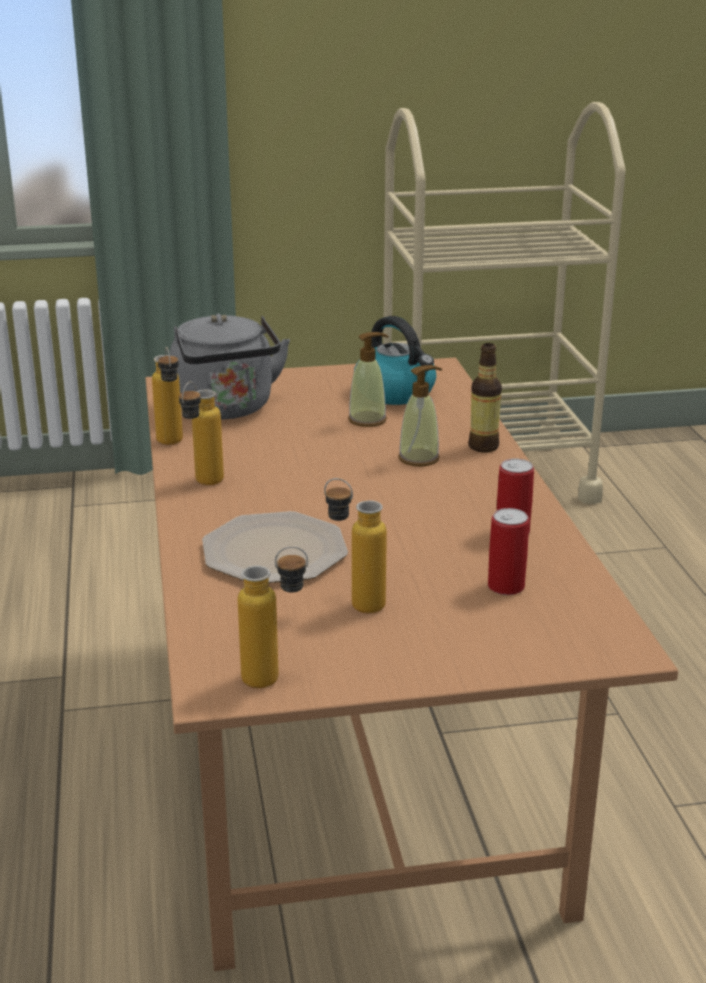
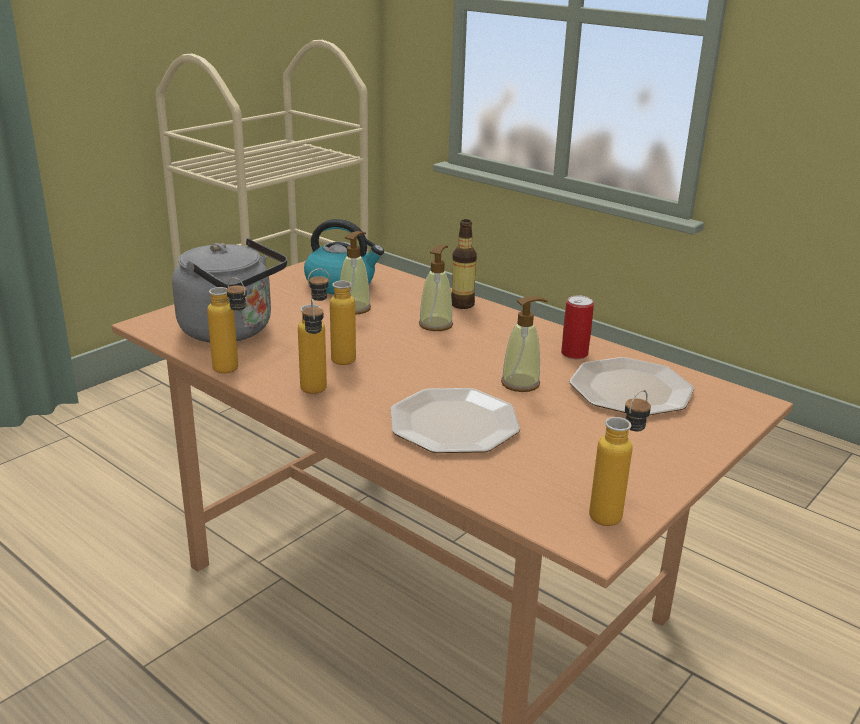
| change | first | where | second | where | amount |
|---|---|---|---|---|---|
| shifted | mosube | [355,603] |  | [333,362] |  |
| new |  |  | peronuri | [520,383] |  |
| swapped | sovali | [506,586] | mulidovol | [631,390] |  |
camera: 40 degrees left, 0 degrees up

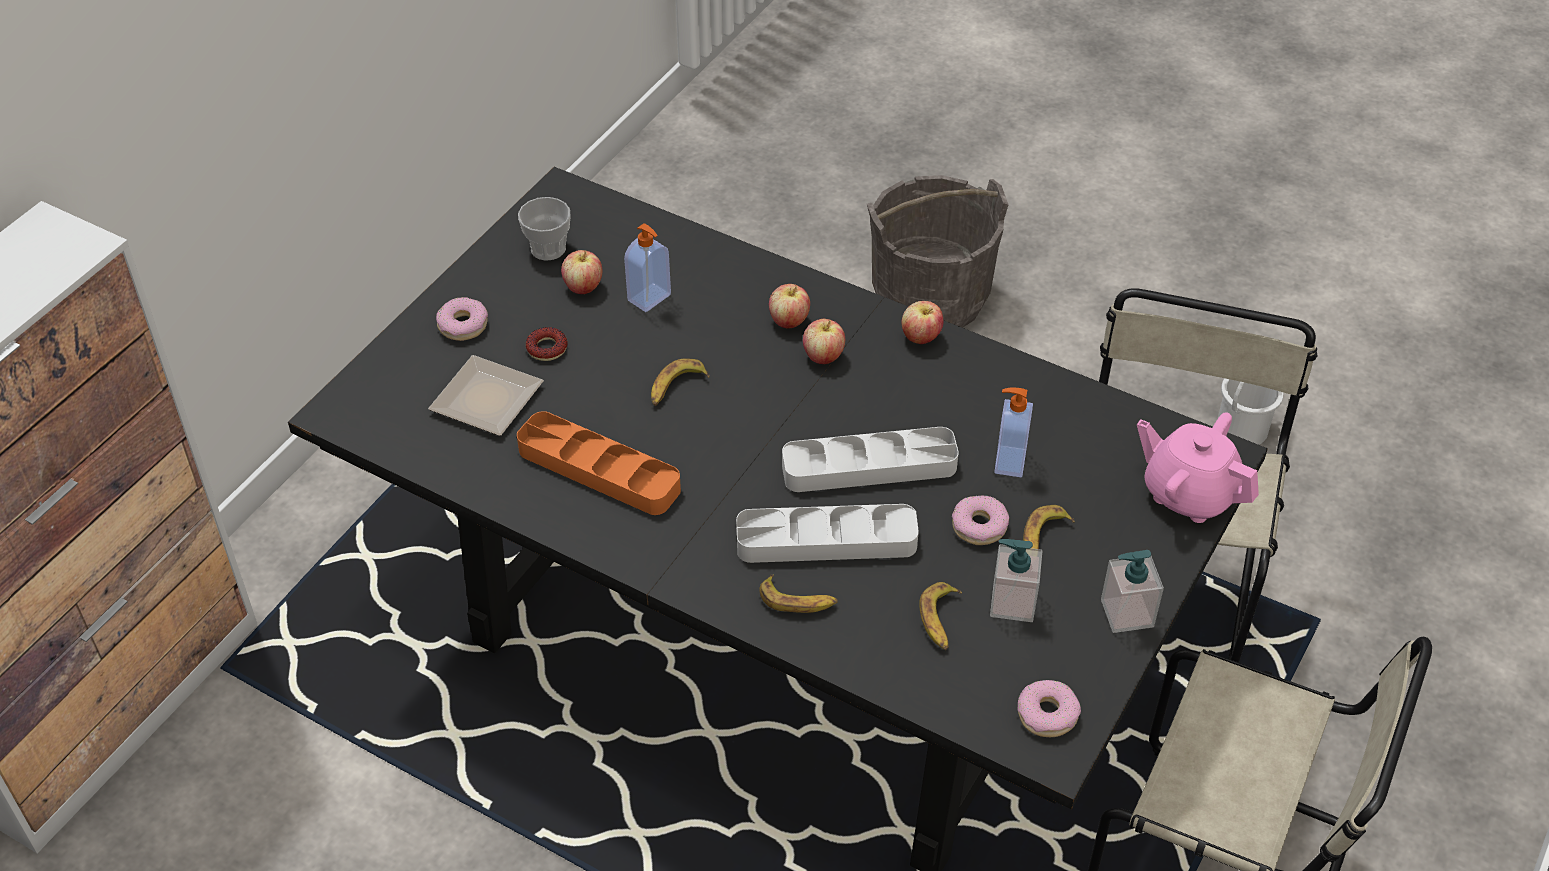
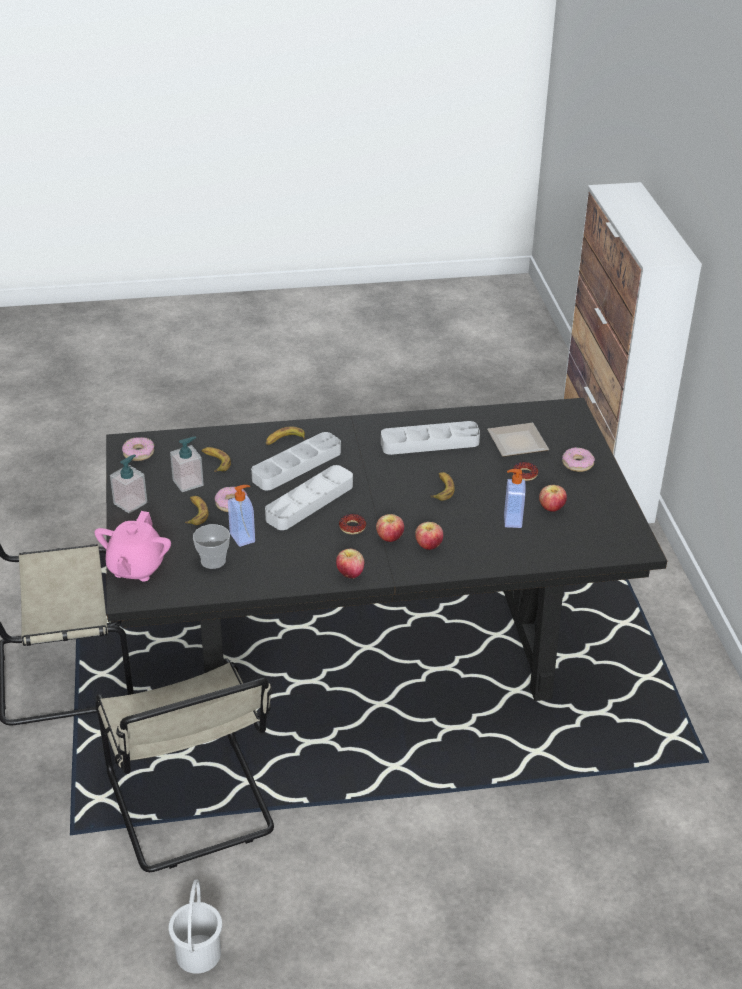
| change | first | where | second | where | amount |
|---|---|---|---|---|---|
| rotated | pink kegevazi | [1188,494] |  | [136,568] | 105 degrees clockwise |
| shifted | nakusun | [548,248] |  | [213,561] |  |
| new |  |  | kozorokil | [352,527] |  |
| repainted | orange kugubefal | [599,470] | grey kugubefal | [430,443] |  |
| gone | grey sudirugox | [930,297] |  |  |  |
camera: 140 degrees right, 10 degrees down

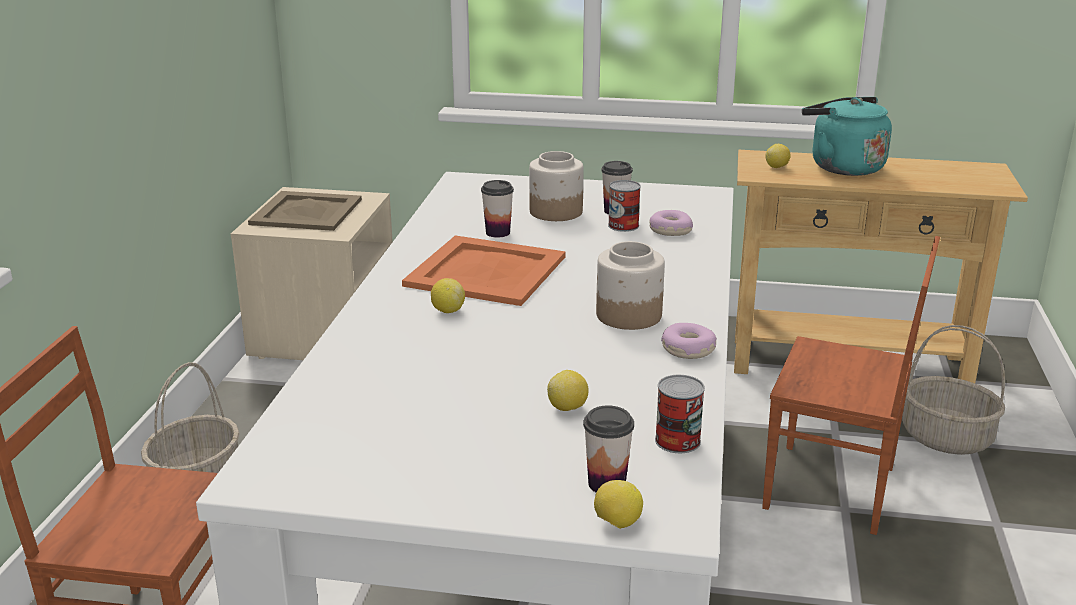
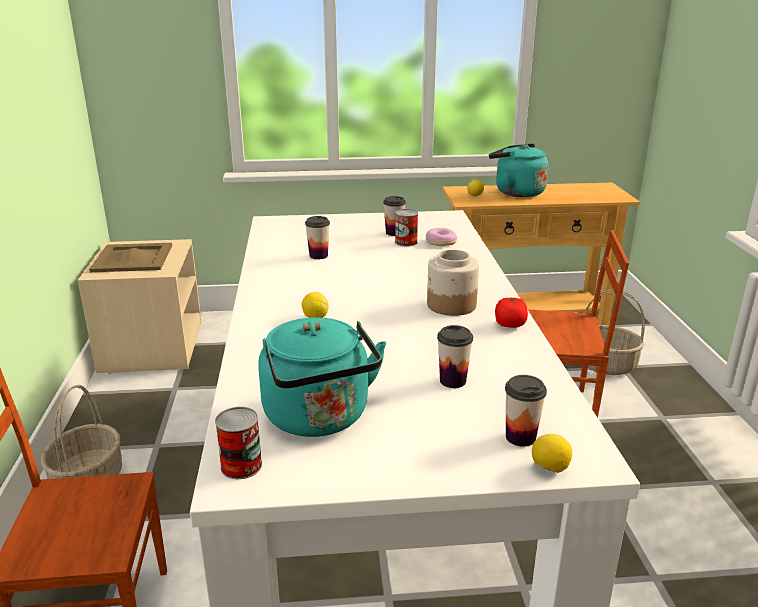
| change | first | where | second | where | amount |
|---|---|---|---|---|---|
| shifted | sovali | [677,441] |  | [241,466] |  |
| new |  |  | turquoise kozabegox | [320,418] |  |
| swapped | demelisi | [568,408] | nakusun | [452,381] |  |
| swapped | kozorokil | [688,350] | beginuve | [509,325] |  |
| gone | orange kugubefal | [484,271] |  |  |  |
| gone | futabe | [555,212] |  |  |  |
camera: 15 degrees left, 0 degrees up

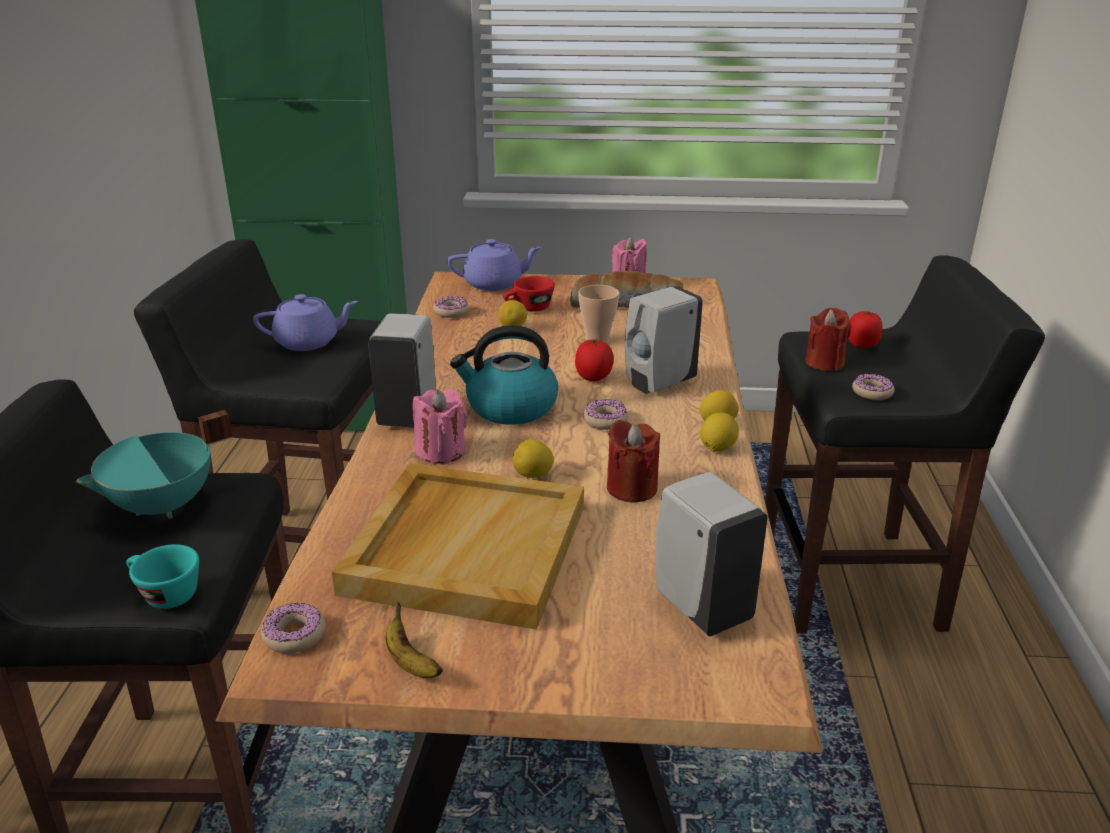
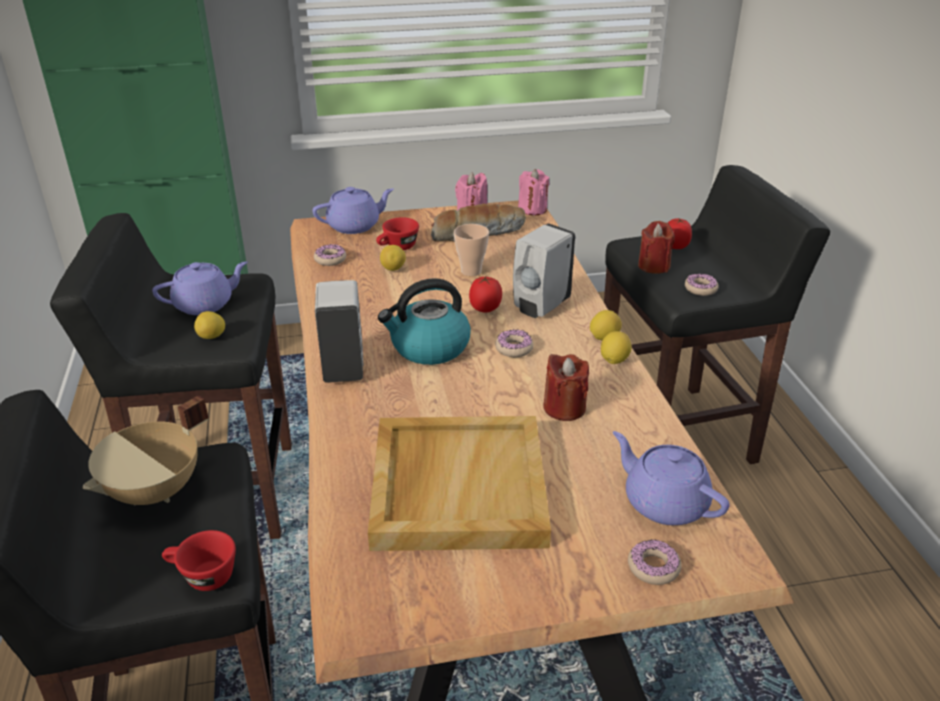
| change | first | where | second | where | amount |
|---|---|---|---|---|---|
| repainted | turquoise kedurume | [164,507] | beige kedurume | [156,492] |  |
| repainted | turquoise nakusun | [164,594] | red nakusun | [202,576] |  |
| shifted | demelisi | [533,475] |  | [212,337] |  |
| shifted | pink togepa | [441,451] |  | [532,209] |  |
| swapped | white peronuri | [700,605] | purple kegevazi | [663,502] |  |
| shifted | kozorokil | [294,635] |  | [653,567] |  |
| gone | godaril | [410,663] |  |  |  |
camera: 15 degrees left, 5 degrees up

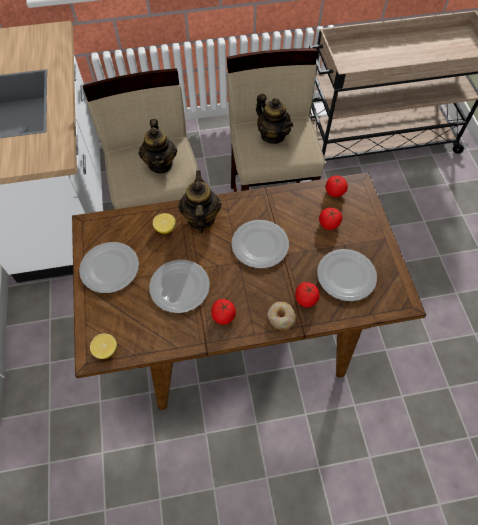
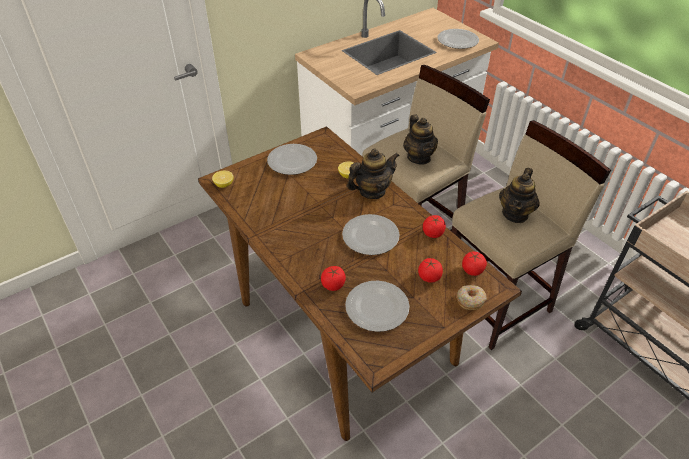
| change | first | where | second | where | amount |
|---|---|---|---|---|---|
| rotated | kegevazi | [160,164] |  | [419,157] | 75 degrees counterclockwise |
| shifted | beginuve | [223,316] |  | [433,233] |  |
| shifted | mulidovol | [180,287] |  | [457,41] |  |
| shifted | kozorokil | [280,318] |  | [470,300] |  |
camera: 65 degrees right, 15 degrees down

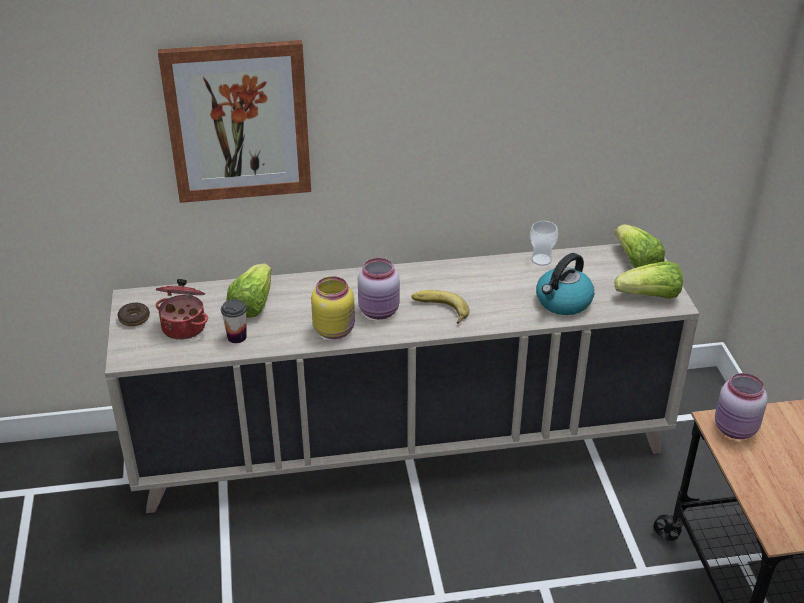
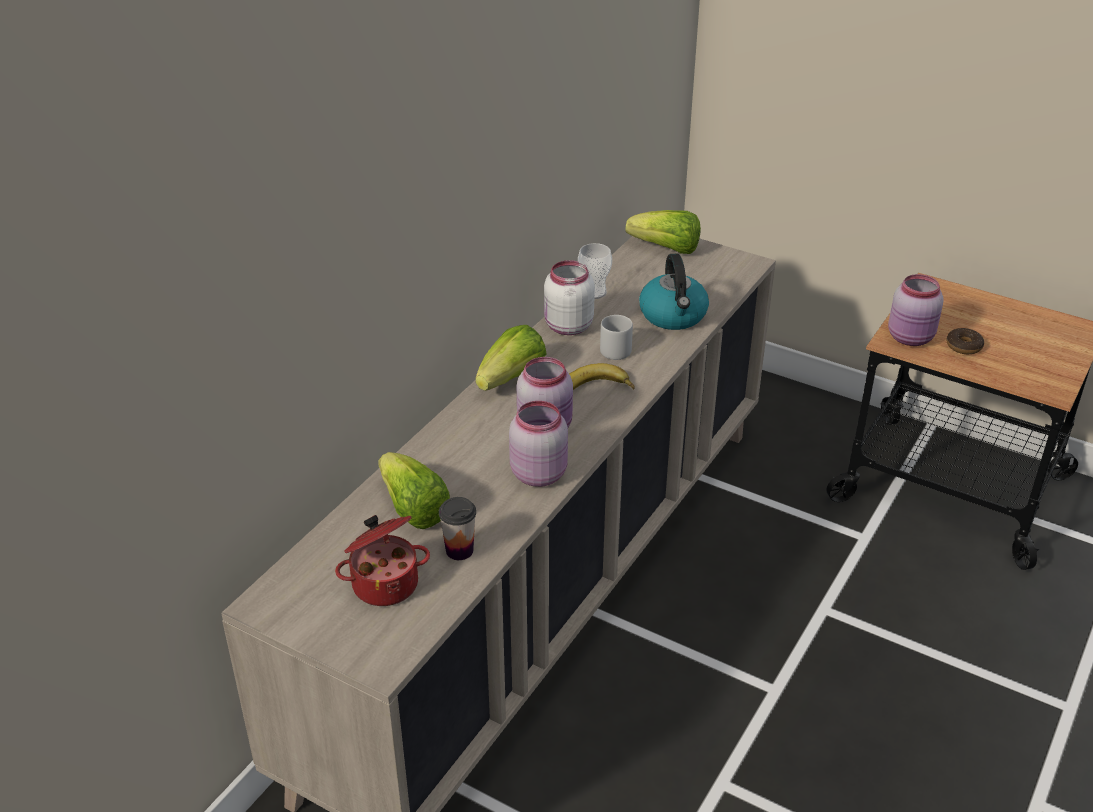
| change | first | where | second | where | amount |
|---|---|---|---|---|---|
| shifted | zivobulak | [650,296] |  | [511,378] |  |
| repainted | yellow futabe | [335,330] | pink futabe | [538,473] |  |
| new |  |  | white futabe | [567,327] |  |
| new |  |  | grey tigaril | [615,349] |  |
| shifted | kozorokil | [134,318] |  | [963,346] |  |
| gone | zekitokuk | [238,121] |  |  |  |
camera: 50 degrees left, 0 degrees up

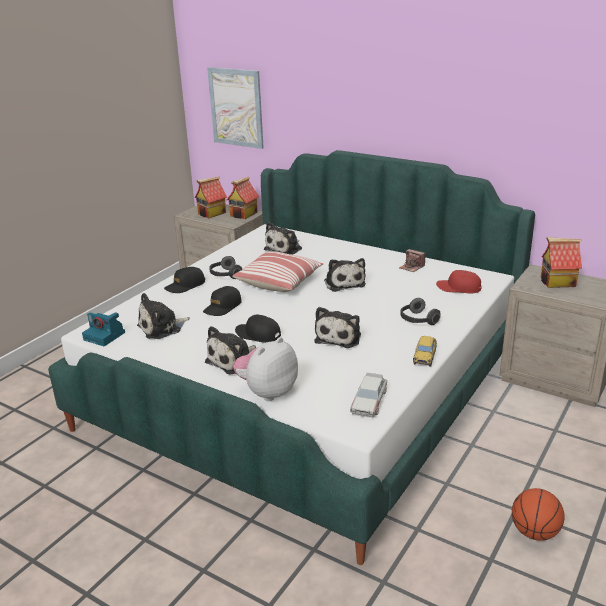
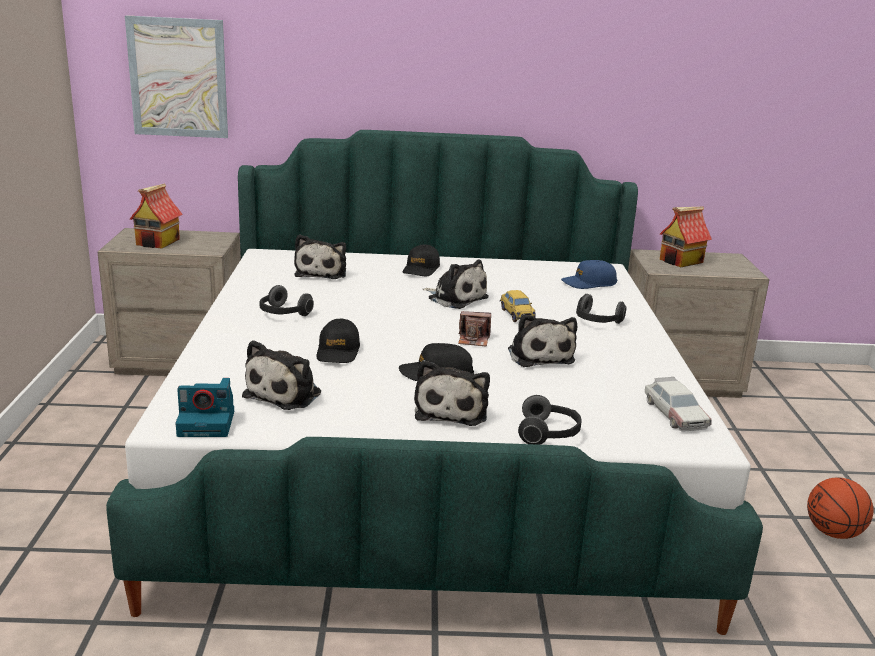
| change | first | where | second | where | amount |
|---|---|---|---|---|---|
| shifted | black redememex | [185,286] |  | [421,269] |  |
| shifted | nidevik | [411,267] |  | [474,340] |  |
| shifted | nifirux | [425,357] |  | [516,314] |  |
| swapped | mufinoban | [267,392] | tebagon | [549,434] |  |
| repainted | red redememex | [458,288] | blue redememex | [588,283] |  |
| gone | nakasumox | [244,214] |  |  |  |
| gone | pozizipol | [279,281] |  |  |  |
camera: 35 degrees left, 5 degrees down

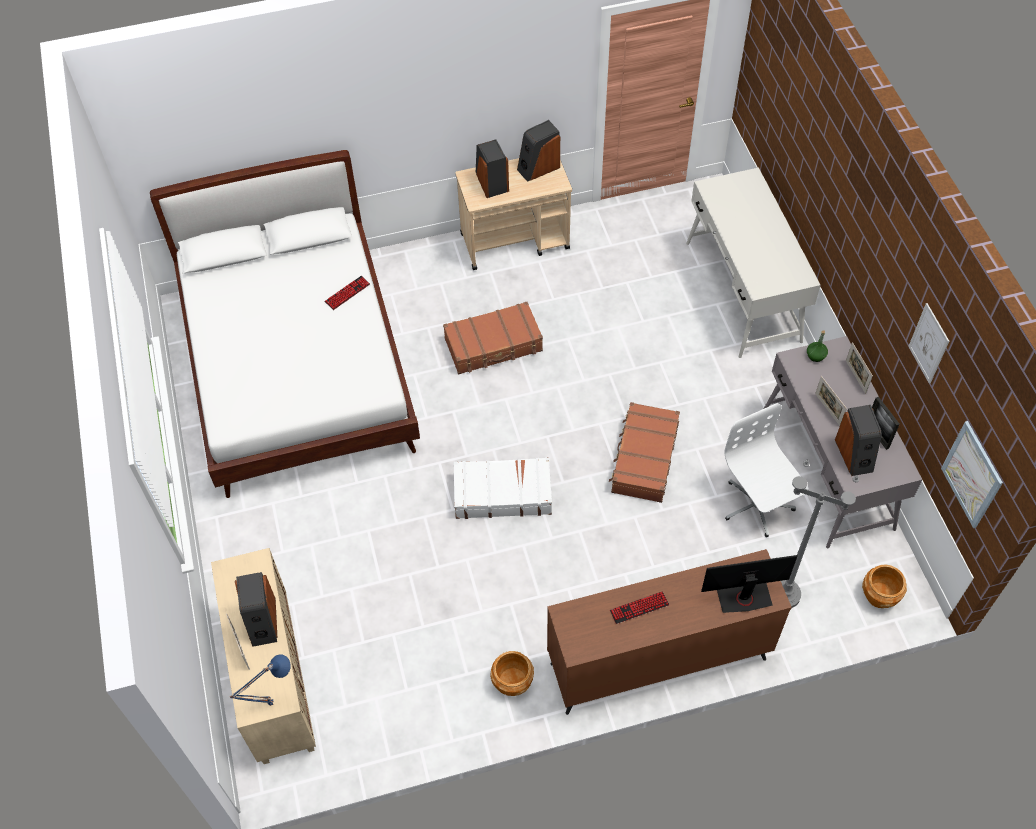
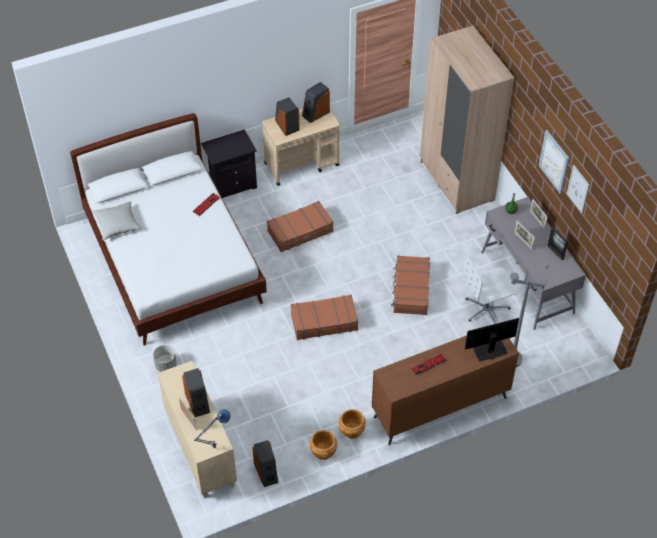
| change | first | where | second | where | amount |
|---|---|---|---|---|---|
| new |  |  | grey pozizipol | [117,224] |  |
| new |  |  | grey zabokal | [166,365] |  |
| new |  |  | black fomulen | [232,184] |  |
| shifted | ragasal | [854,455] |  | [266,472] |  |
| repainted | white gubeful | [502,493] | brown gubeful | [324,321] |  |
| shifted | brown zabokal | [879,596] |  | [323,452] |  |
| swapped | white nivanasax | [742,291] | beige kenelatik | [456,181] |  |
| rotated | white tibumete | [757,505] |  | [486,309] | 75 degrees counterclockwise |
| shifted | zekitokuk | [972,474] |  | [554,161] |  |
camera: 10 degrees left, 5 degrees down

